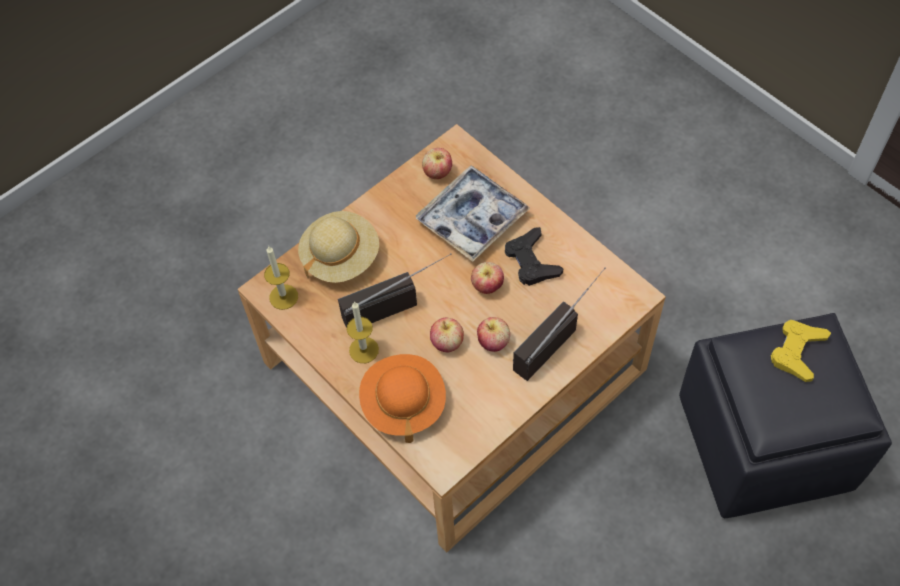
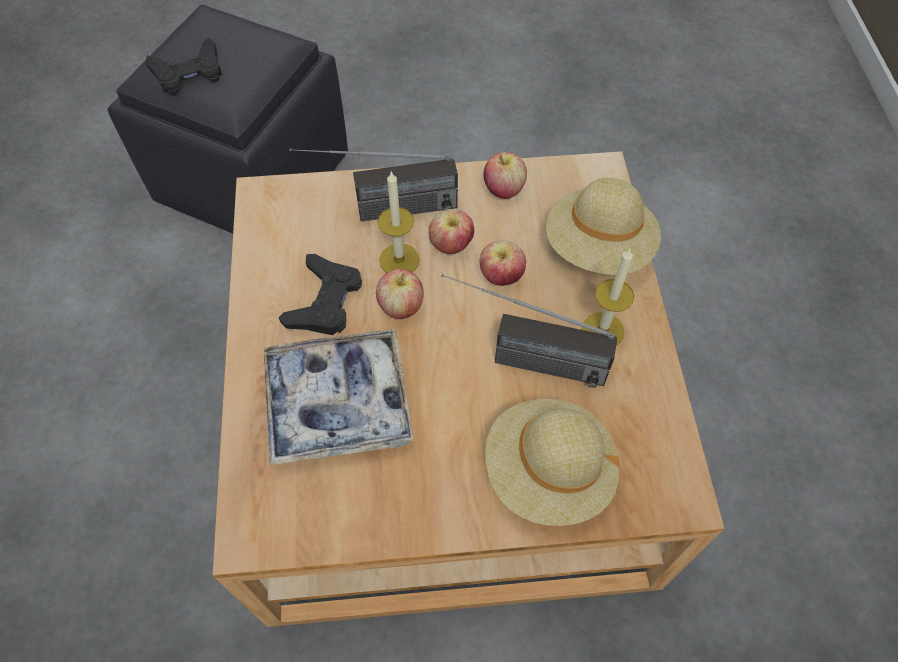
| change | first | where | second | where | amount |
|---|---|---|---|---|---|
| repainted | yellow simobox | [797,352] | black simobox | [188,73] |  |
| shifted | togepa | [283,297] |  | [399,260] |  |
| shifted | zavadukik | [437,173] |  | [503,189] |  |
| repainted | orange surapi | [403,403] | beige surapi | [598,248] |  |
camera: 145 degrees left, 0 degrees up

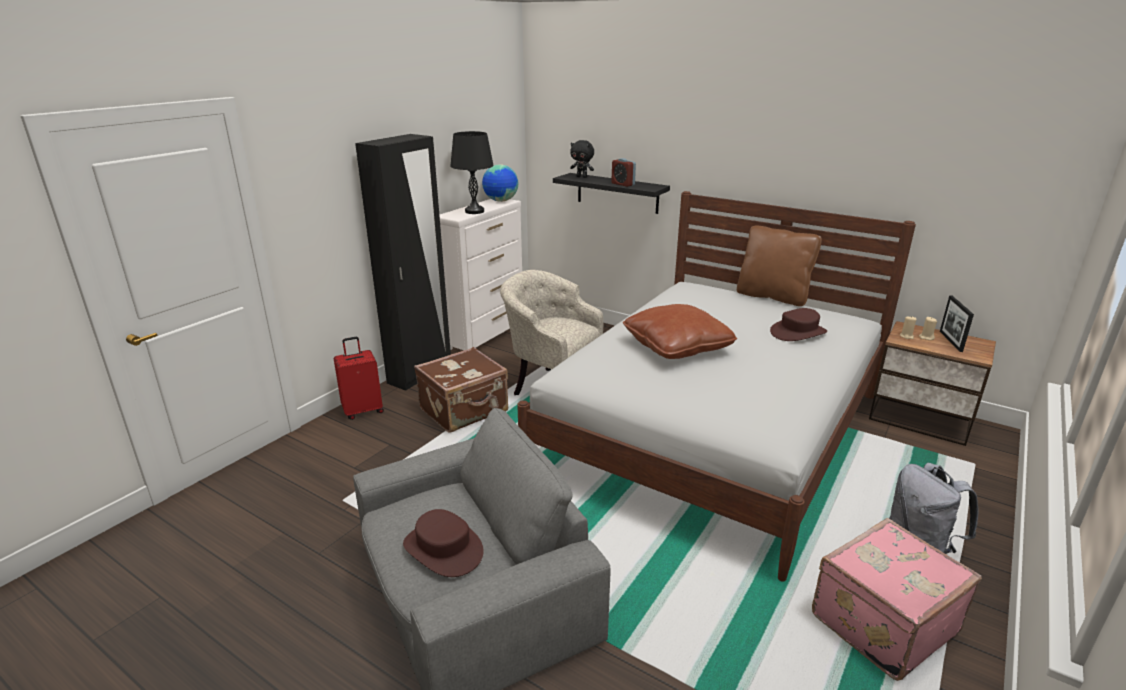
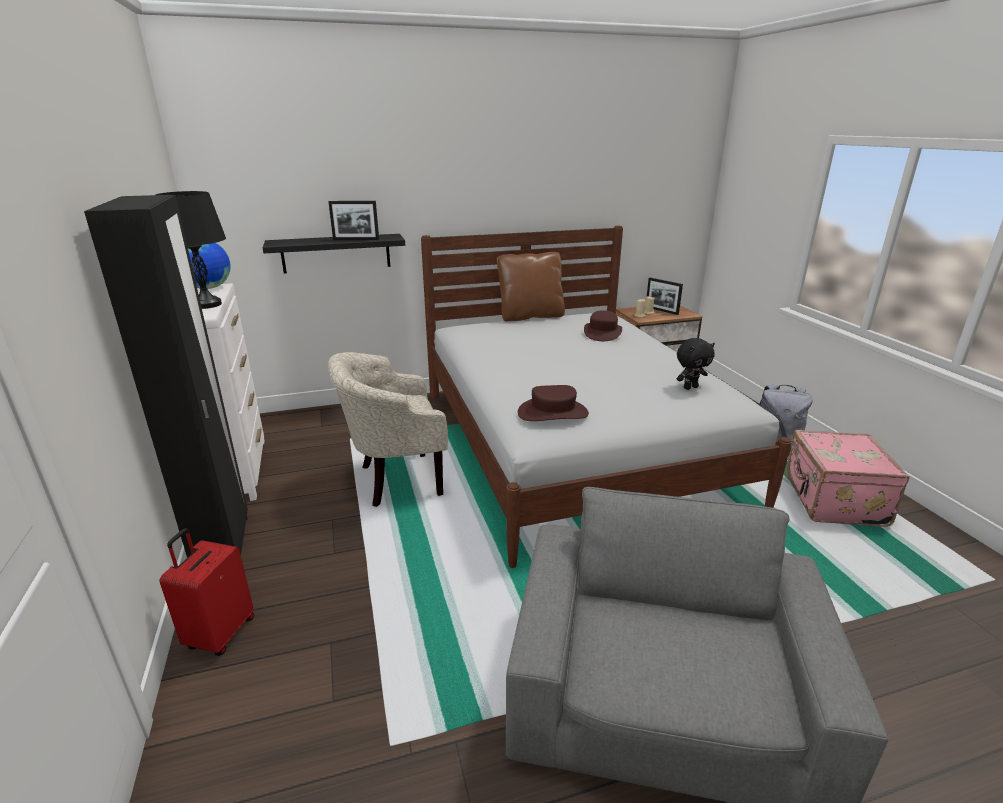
| change | first | where | second | where | amount |
|---|---|---|---|---|---|
| swapped | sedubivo | [623,184] | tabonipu | [356,239] |  |
| shifted | brown surapi | [443,549] |  | [553,413] |  |
| shifted | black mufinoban | [582,177] |  | [690,387] |  |
| gone | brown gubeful | [465,411] |  |  |  |
| gone | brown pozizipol | [677,346] |  |  |  |
camera: 50 degrees left, 0 degrees up

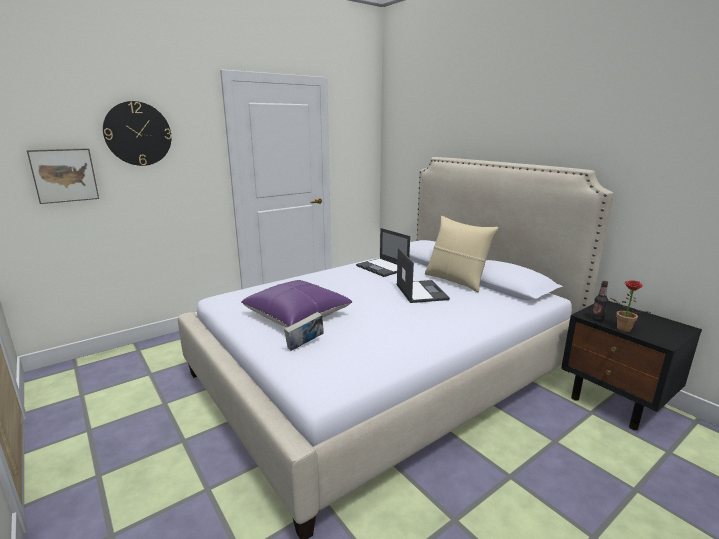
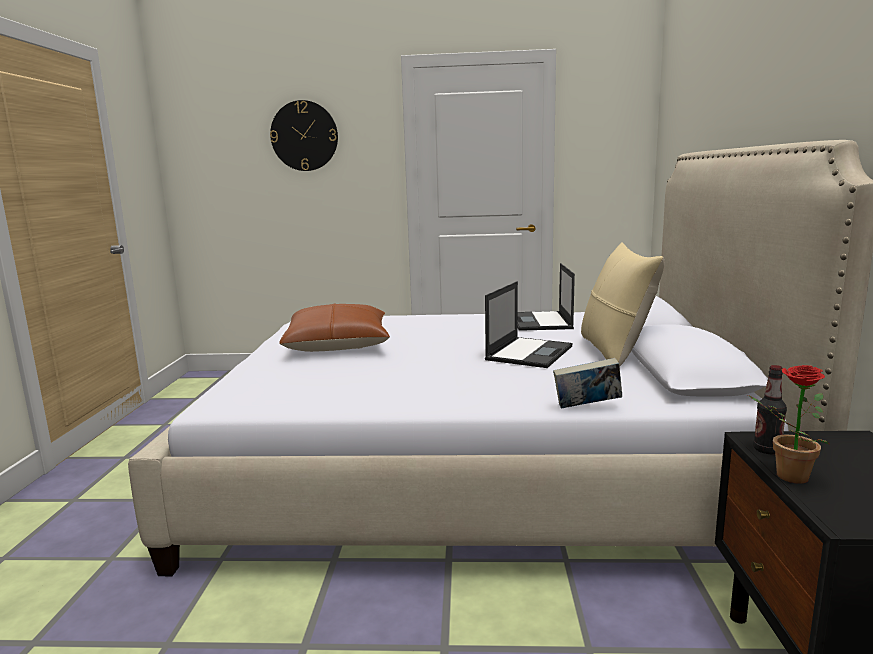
| change | first | where | second | where | amount |
|---|---|---|---|---|---|
| repainted | purple pozizipol | [297,315] | brown pozizipol | [338,344] |  |
| shifted | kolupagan | [305,345] |  | [587,407] |  |
| gone | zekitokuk | [64,175] |  |  |  |
camera: 40 degrees right, 5 degrees down

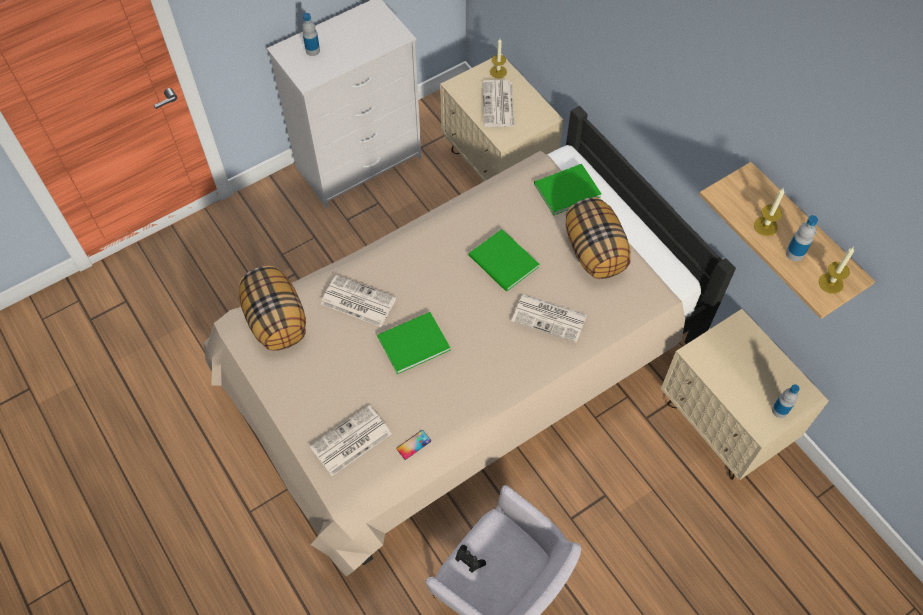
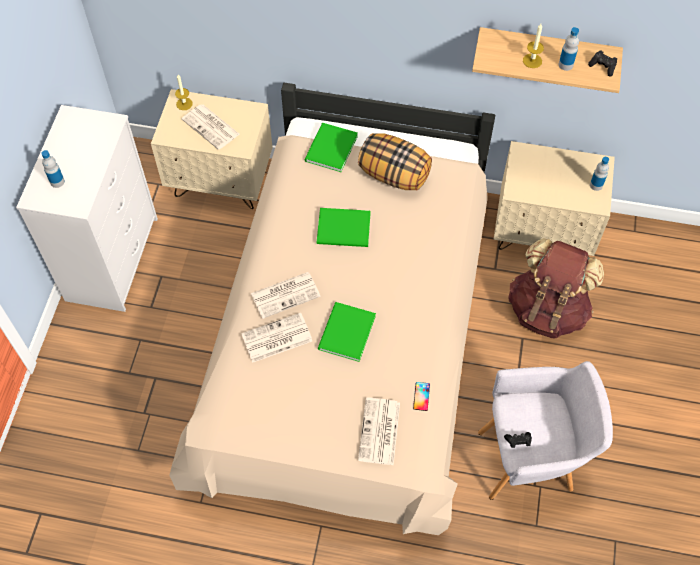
| change | first | where | second | where | amount |
|---|---|---|---|---|---|
| shifted | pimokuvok | [550,318] |  | [286,294] |  |
| new |  |  | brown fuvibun | [547,310] |  |
| swapped | togepa | [831,283] | black simobox | [602,67] |  |
| gone | pozizipol | [277,321] |  |  |  |
camera: 45 degrees left, 0 degrees up

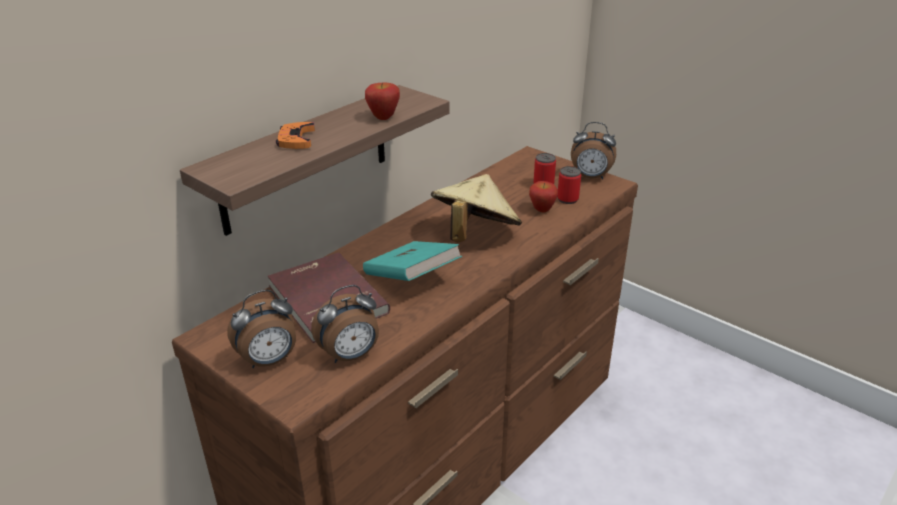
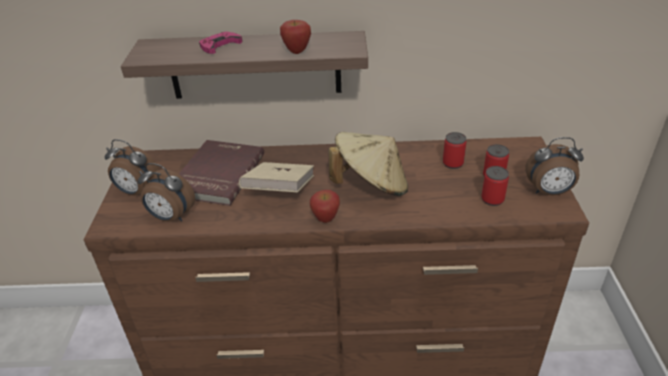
| change | first | where | second | where | amount |
|---|---|---|---|---|---|
| repainted | orange simobox | [295,140] | pink simobox | [220,45] |  |
| repainted | turquoise kolupagan | [411,279] | beige kolupagan | [280,191] |  |
| shifted | zavadukik | [542,210] |  | [325,219] |  |
| new |  |  | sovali | [452,163] |  |
| rotated | sedubivo | [590,177] |  | [549,192] | 60 degrees counterclockwise |
camera: 50 degrees right, 5 degrees up

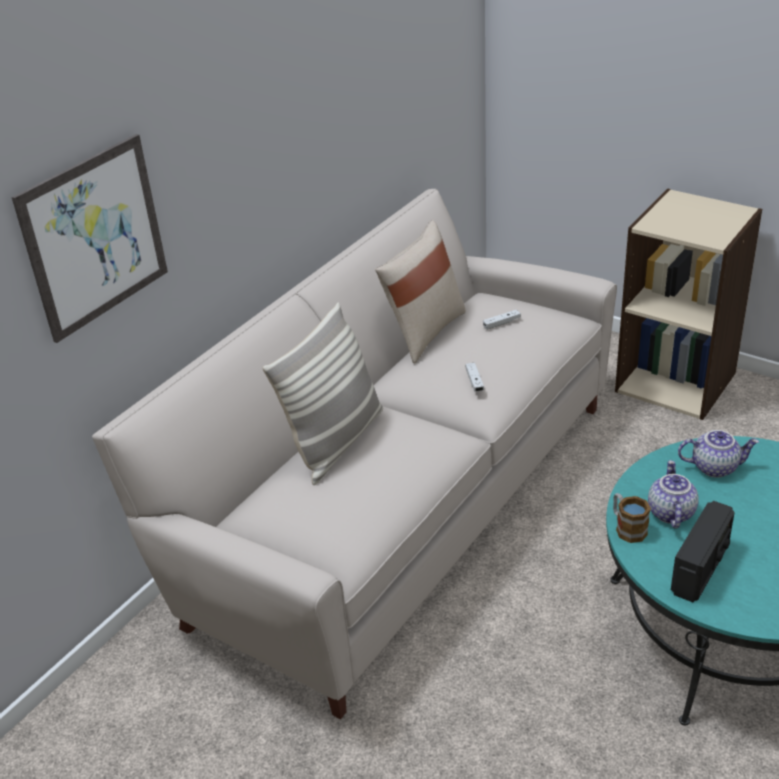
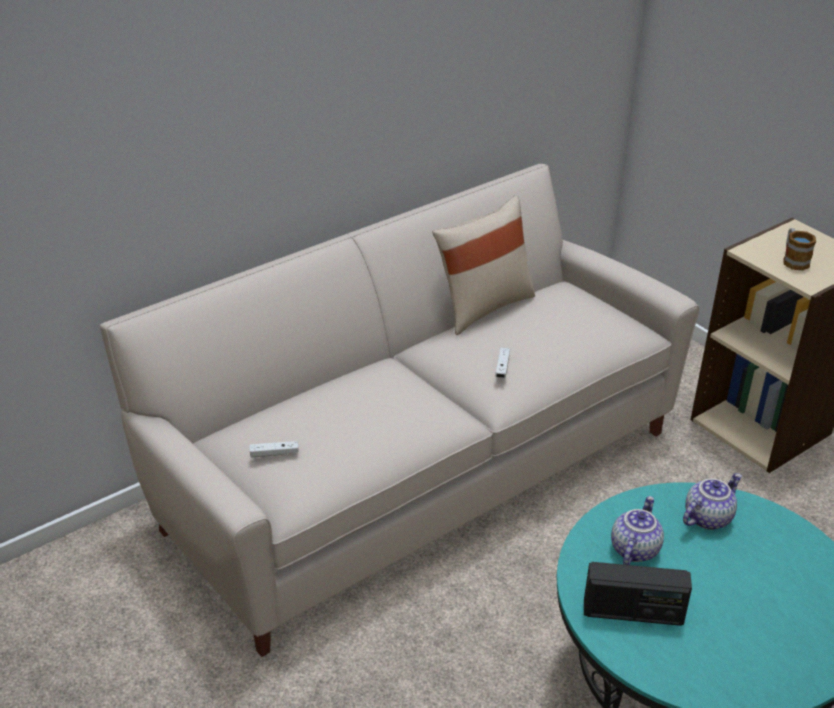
| change | first | where | second | where | amount |
|---|---|---|---|---|---|
| shifted | white simobox | [501,323] |  | [274,453] |  |
| rotated | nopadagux | [700,569] |  | [633,612] | 45 degrees clockwise |
| rotated | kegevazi | [715,467] |  | [707,517] | 60 degrees counterclockwise |
| shifted | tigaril | [627,528] |  | [793,260] |  |
| gone | zekitokuk | [95,237] |  |  |  |
| gone | pozizipol | [335,442] |  |  |  |
camera: 15 degrees right, 0 degrees up

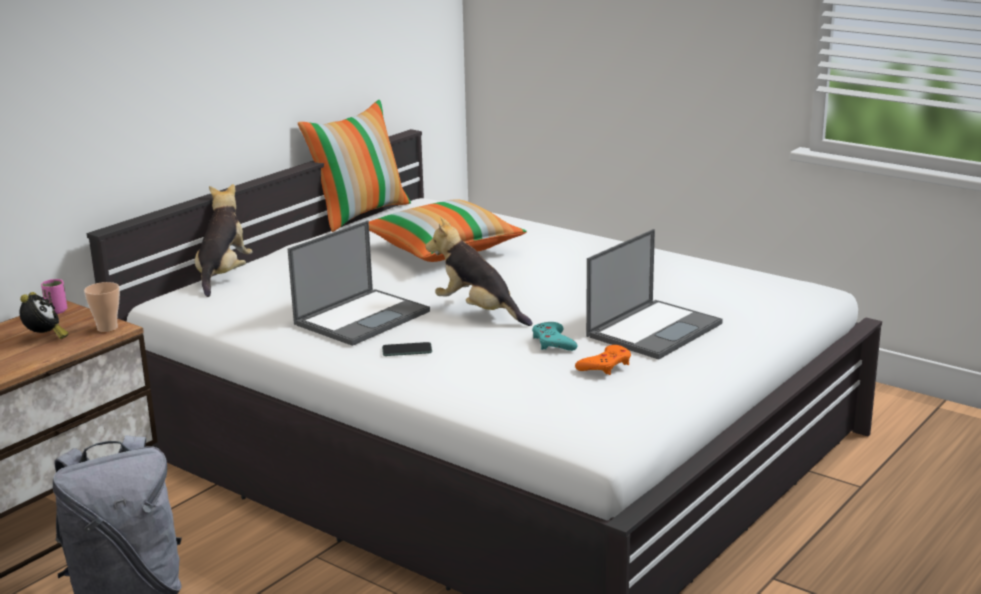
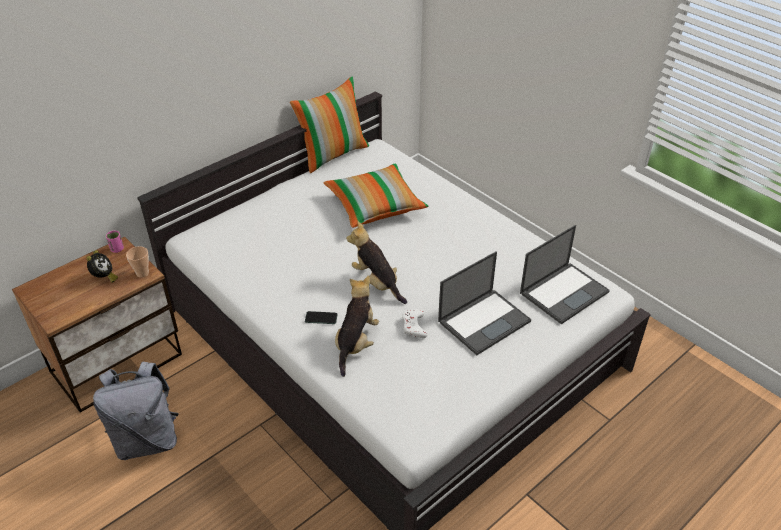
| change | first | where | second | where | amount |
|---|---|---|---|---|---|
| shifted | mufinoban | [223,275] |  | [356,343] |  |
| repainted | turquoise simobox | [553,342] | white simobox | [414,326] |  |
| shifted | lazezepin | [363,317] |  | [564,292] |  |
| gone | orange simobox | [605,365] |  |  |  |
camera: 10 degrees right, 20 degrees up

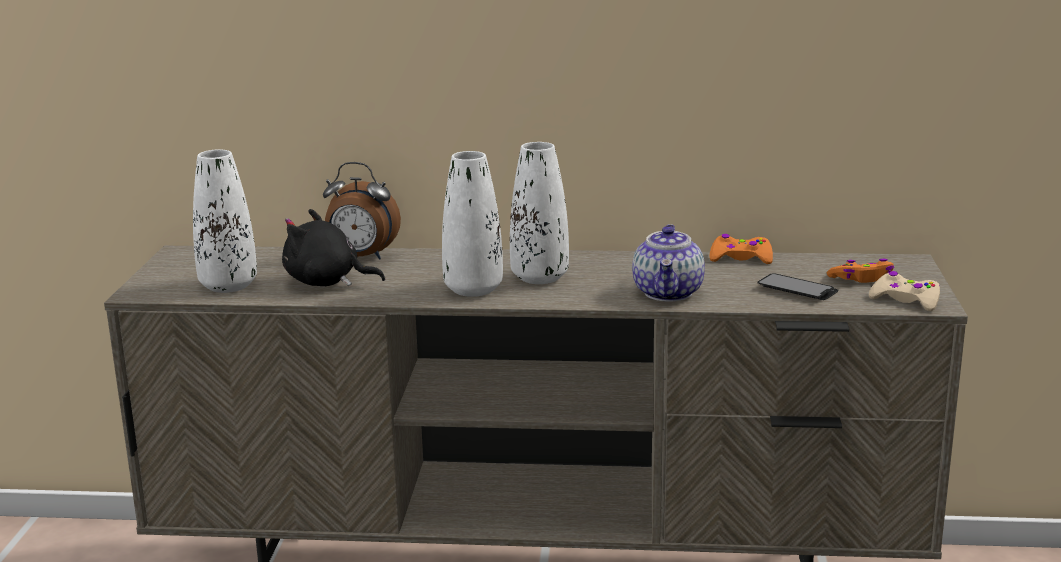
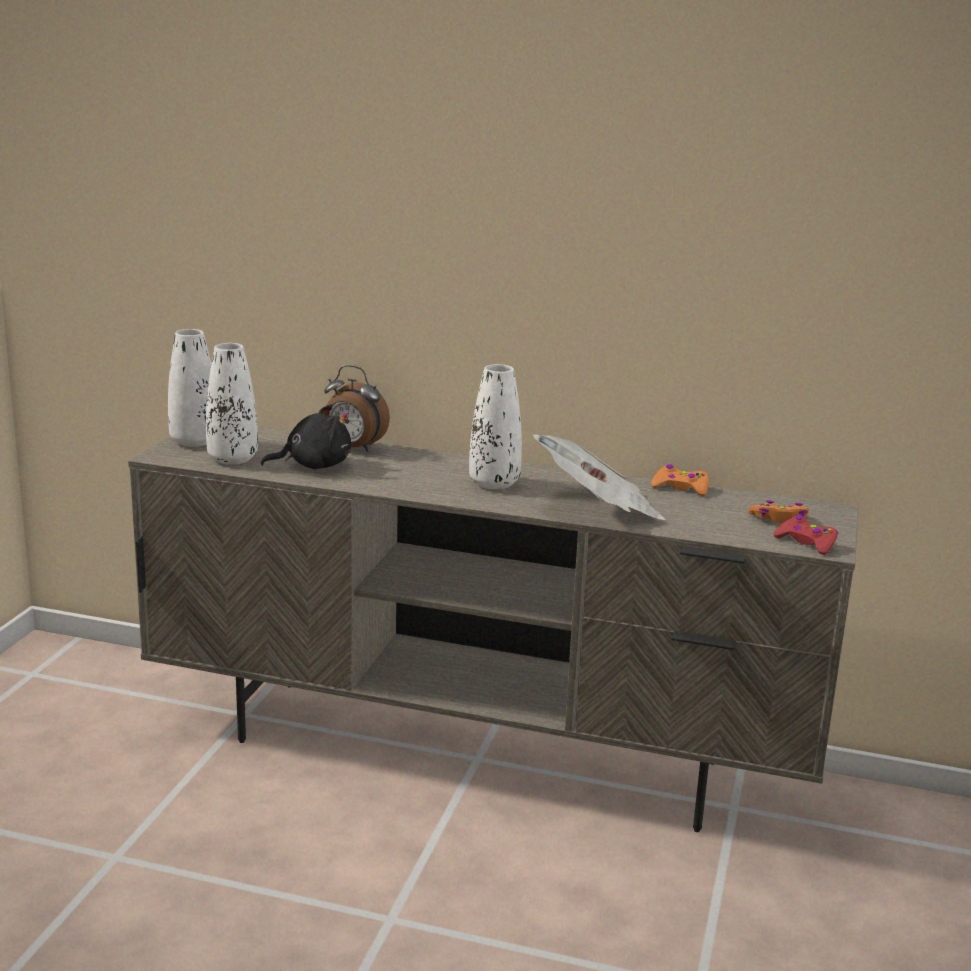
| change | first | where | second | where | amount |
|---|---|---|---|---|---|
| shifted | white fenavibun | [473,289] |  | [194,441] |  |
| rotated | black mufinoban | [326,282] |  | [313,466] | 135 degrees clockwise |
| swapped | kegevazi | [669,293] | pimokuvok | [598,510] |  |
| repainted | beige simobox | [905,300] | red simobox | [806,542] |  |
| gone | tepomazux | [797,289] |  |  |  |
camera: 10 degrees right, 0 degrees up

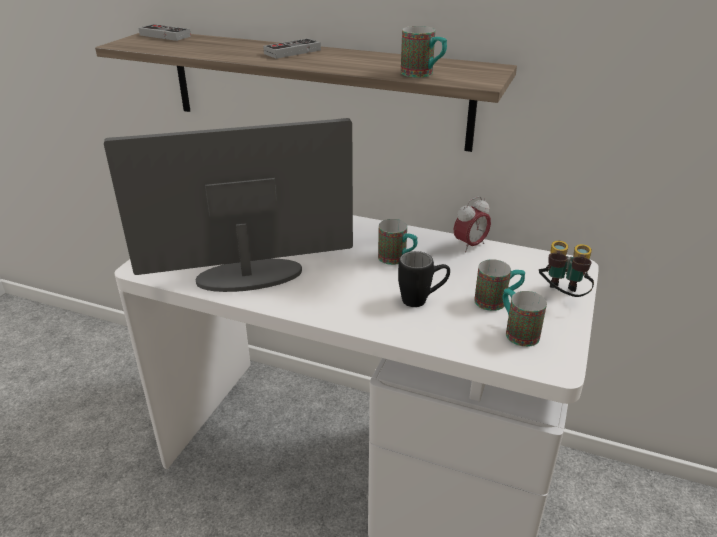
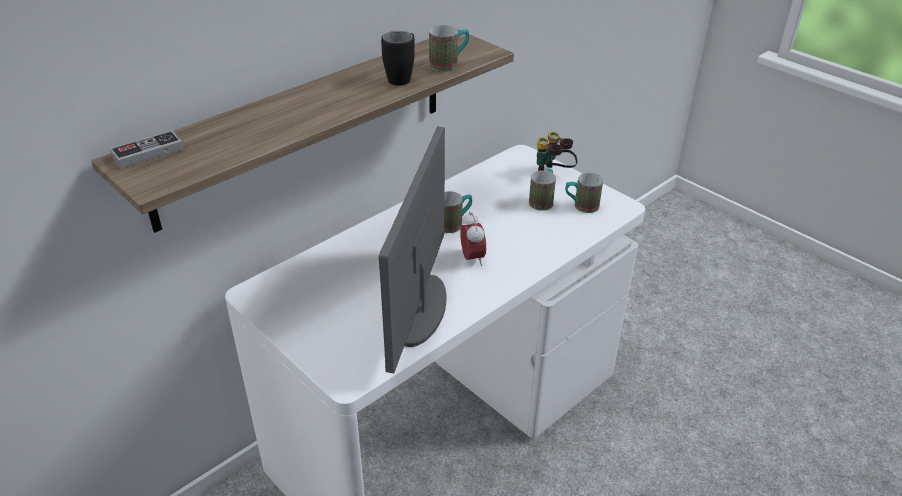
| change | first | where | second | where | amount |
|---|---|---|---|---|---|
| shifted | black tigaril | [422,300] |  | [402,77] |  |
| shifted | sedubivo | [470,245] |  | [472,258] |  |
| gone | simobox | [292,52] |  |  |  |
camera: 65 degrees left, 5 degrees up

